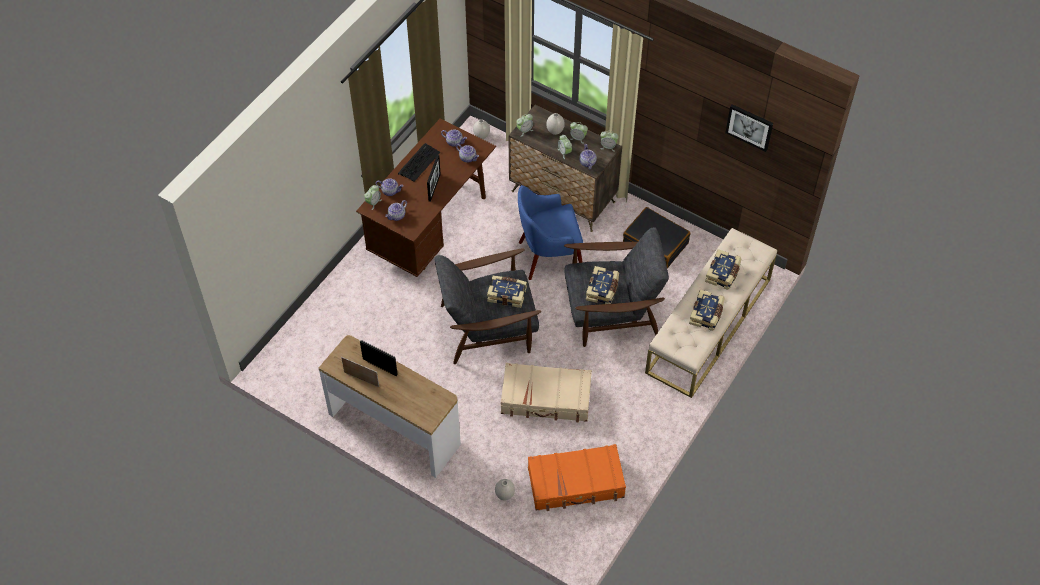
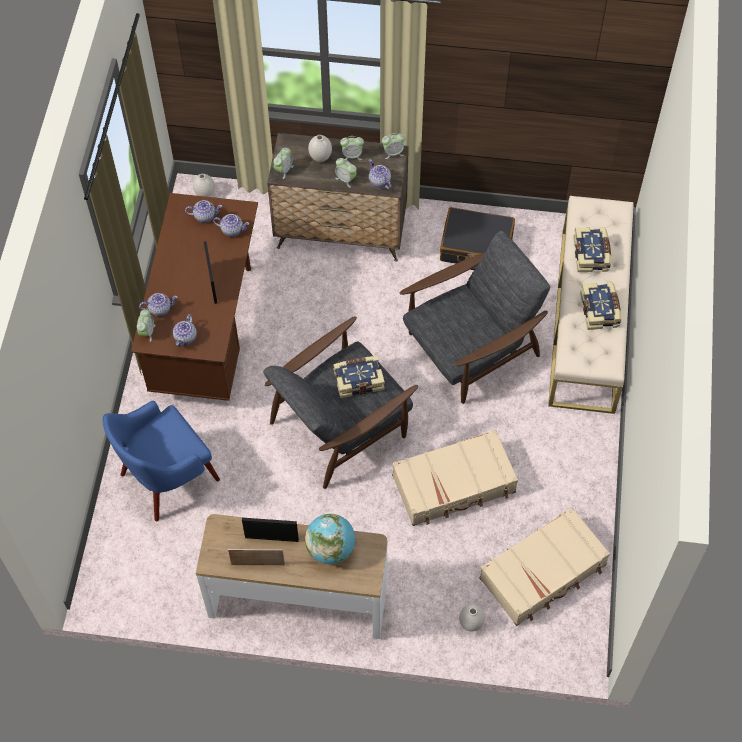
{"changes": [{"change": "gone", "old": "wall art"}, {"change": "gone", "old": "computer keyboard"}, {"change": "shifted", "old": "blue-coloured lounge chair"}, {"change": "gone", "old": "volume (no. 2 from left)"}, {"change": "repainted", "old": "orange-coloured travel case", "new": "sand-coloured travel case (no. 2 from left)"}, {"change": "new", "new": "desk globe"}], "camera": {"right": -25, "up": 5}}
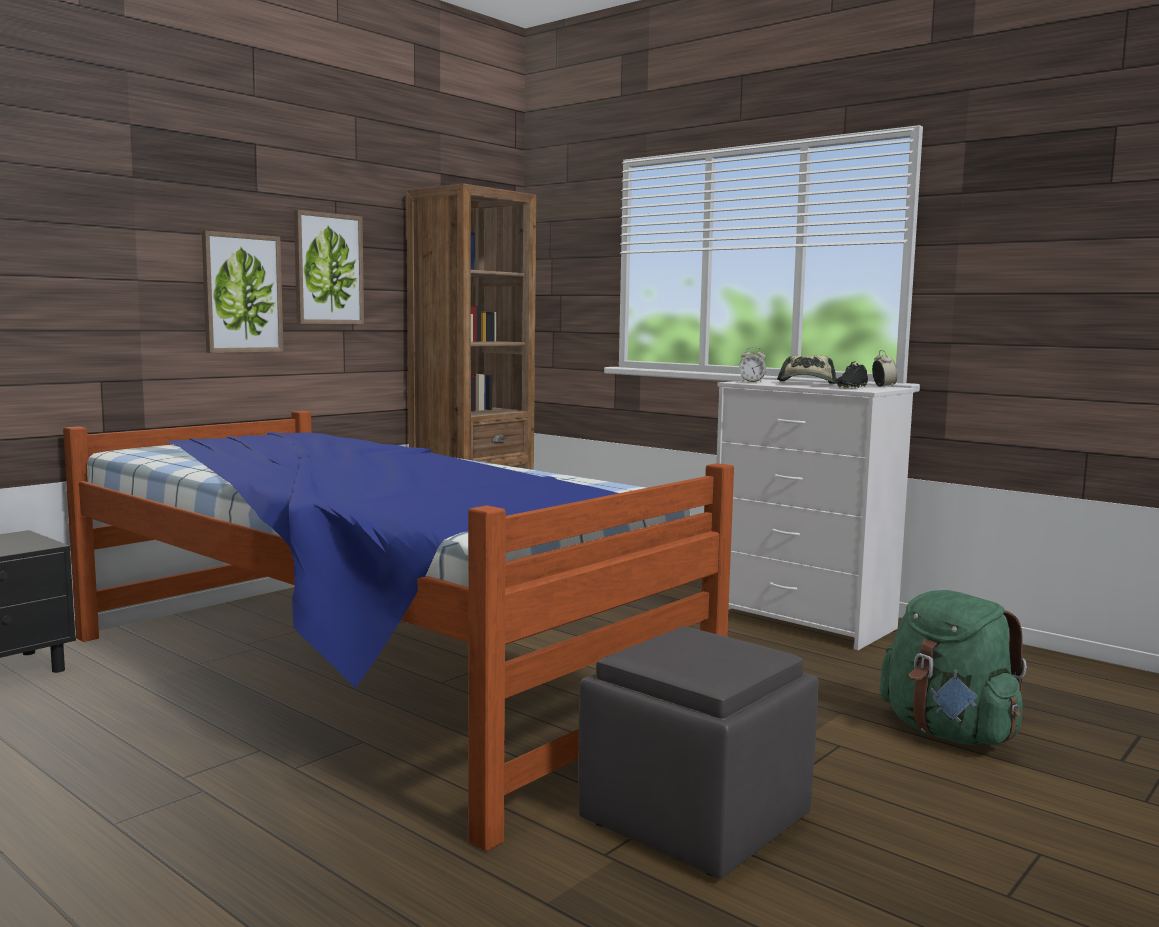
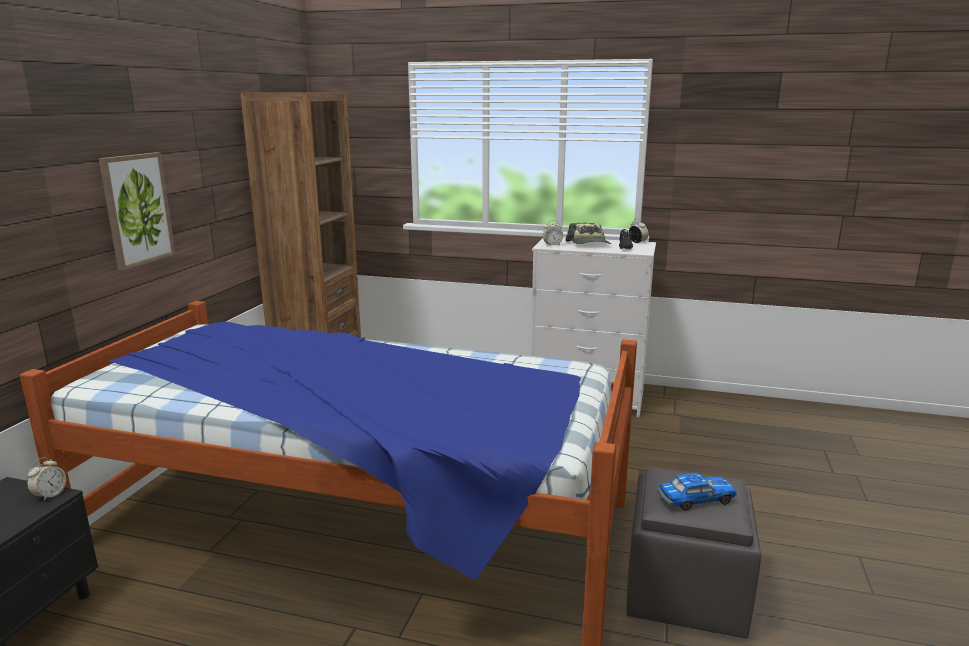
{"changes": [{"change": "gone", "old": "wall art (no. 2 from left)"}, {"change": "gone", "old": "green-coloured knapsack"}, {"change": "new", "new": "alarm clock (no. 1 from left)"}, {"change": "new", "new": "model car"}], "camera": {"right": -25, "up": 10}}
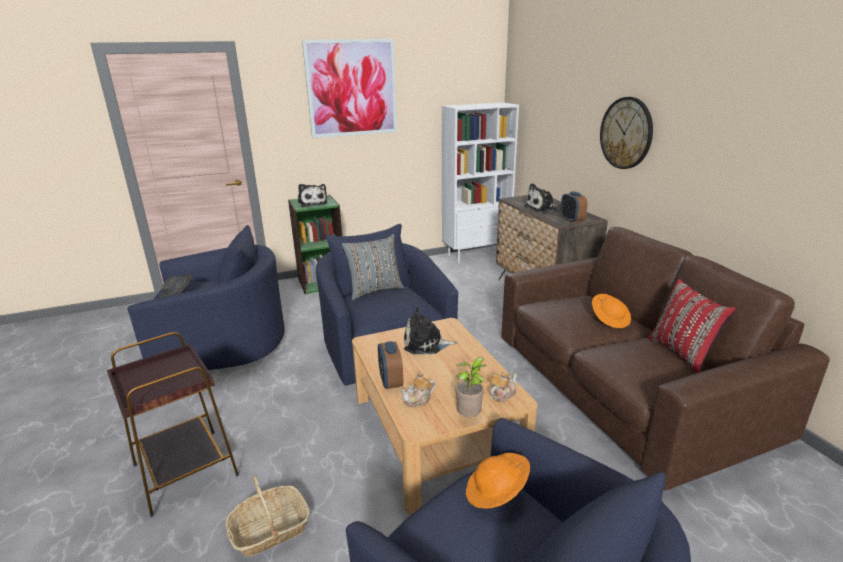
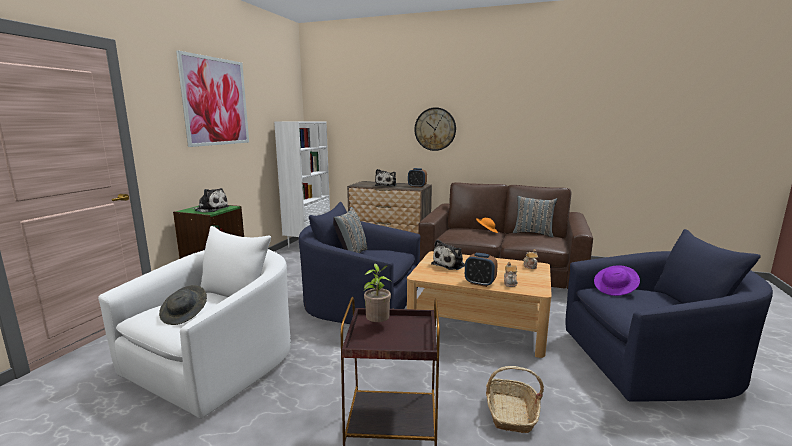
{"changes": [{"change": "repainted", "old": "blue-coloured lounge chair (no. 1 from left)", "new": "white-coloured lounge chair"}, {"change": "repainted", "old": "reddish pillow", "new": "grey pillow (no. 2 from left)"}, {"change": "shifted", "old": "potted plant"}, {"change": "repainted", "old": "orange-coloured wearable hat (no. 1 from left)", "new": "purple wearable hat"}], "camera": {"right": -50, "up": -10}}
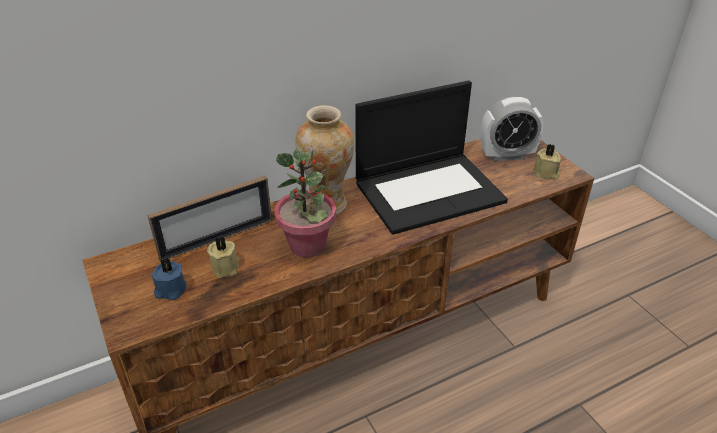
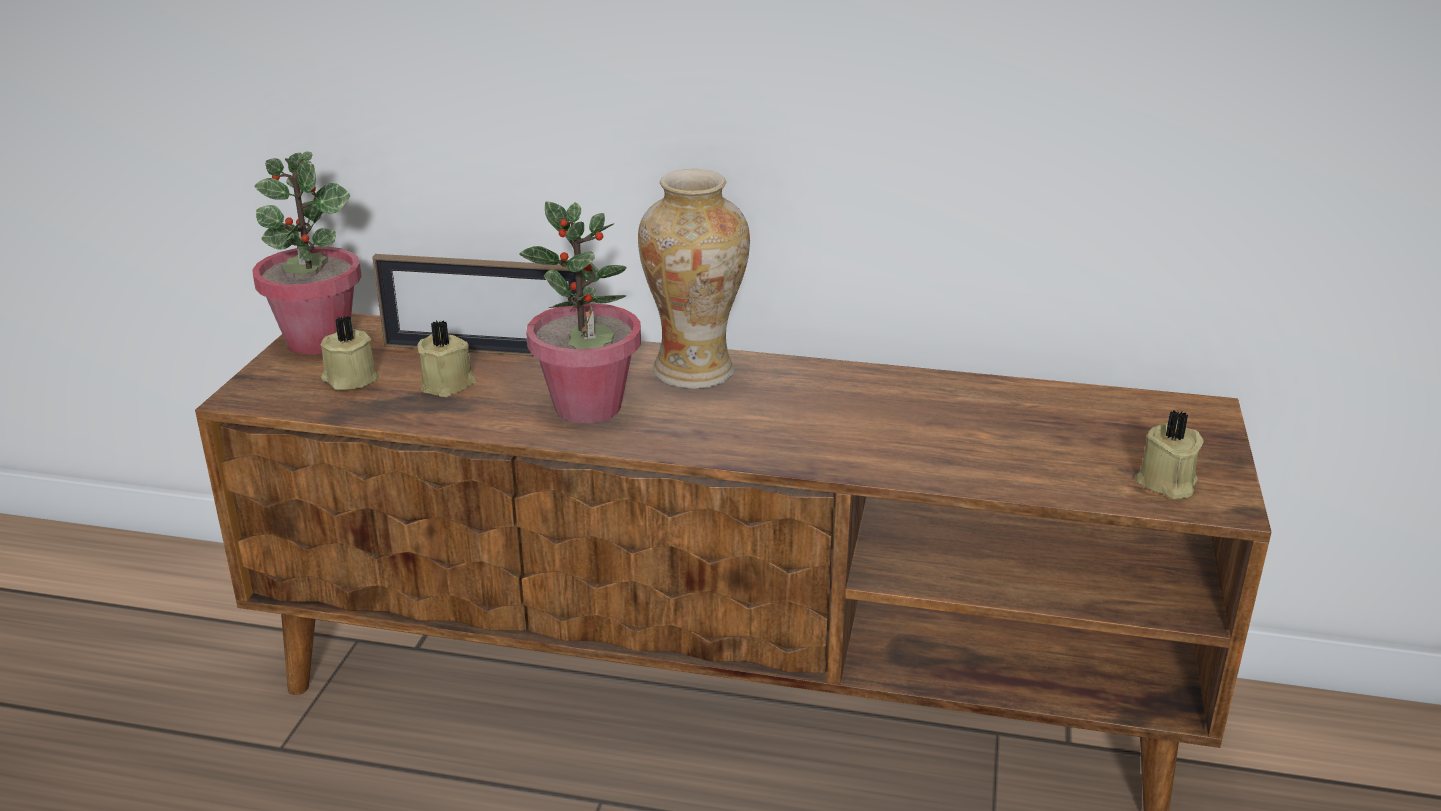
{"changes": [{"change": "gone", "old": "laptop"}, {"change": "gone", "old": "alarm clock"}, {"change": "repainted", "old": "blue-coloured wax light", "new": "sand-coloured wax light (no. 1 from left)"}, {"change": "new", "new": "potted plant (no. 1 from left)"}], "camera": {"right": 40, "up": -10}}
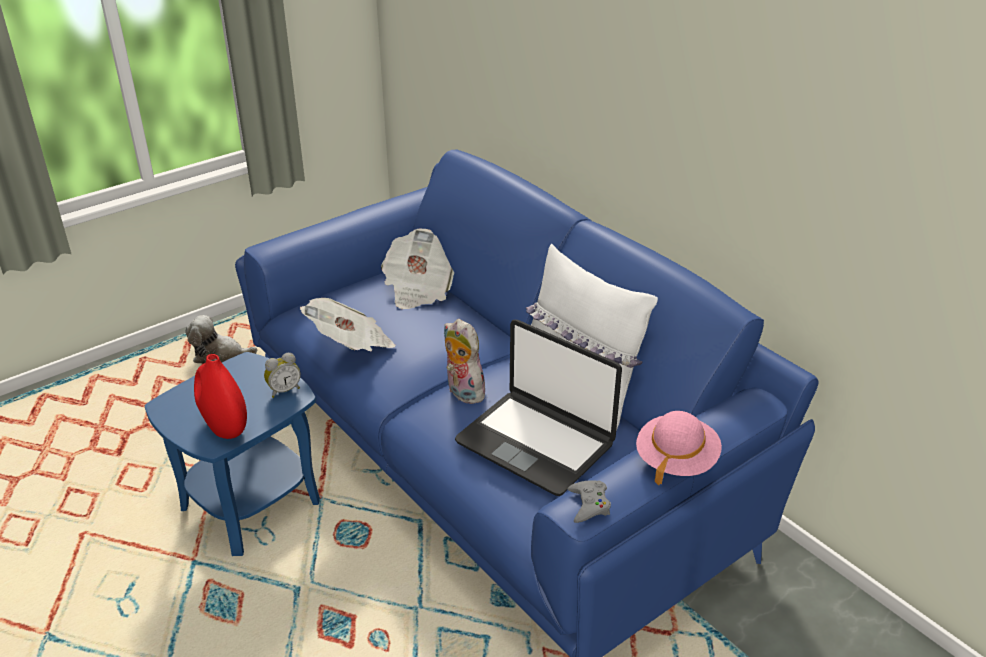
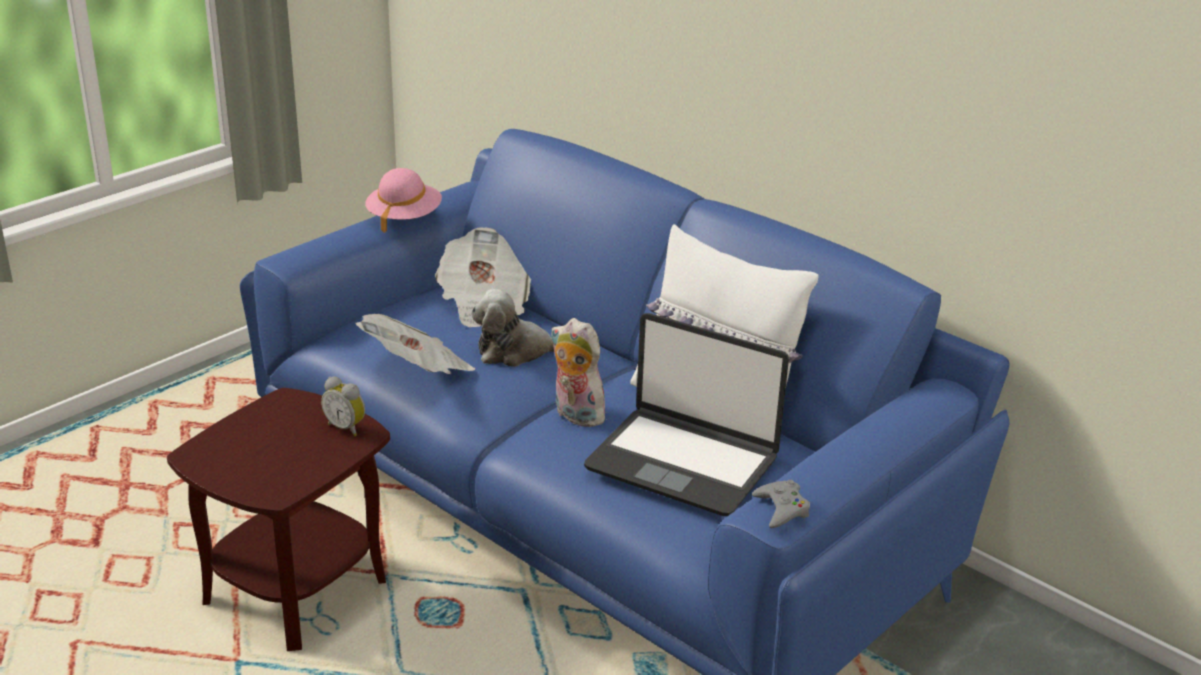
{"changes": [{"change": "shifted", "old": "plush toy (no. 1 from left)"}, {"change": "repainted", "old": "blue-coloured accent table", "new": "brownish accent table"}, {"change": "rotated", "old": "alarm clock", "degrees": 75}, {"change": "gone", "old": "reddish decorative vase"}, {"change": "shifted", "old": "pinkish wearable hat"}], "camera": {"right": -10, "up": -5}}
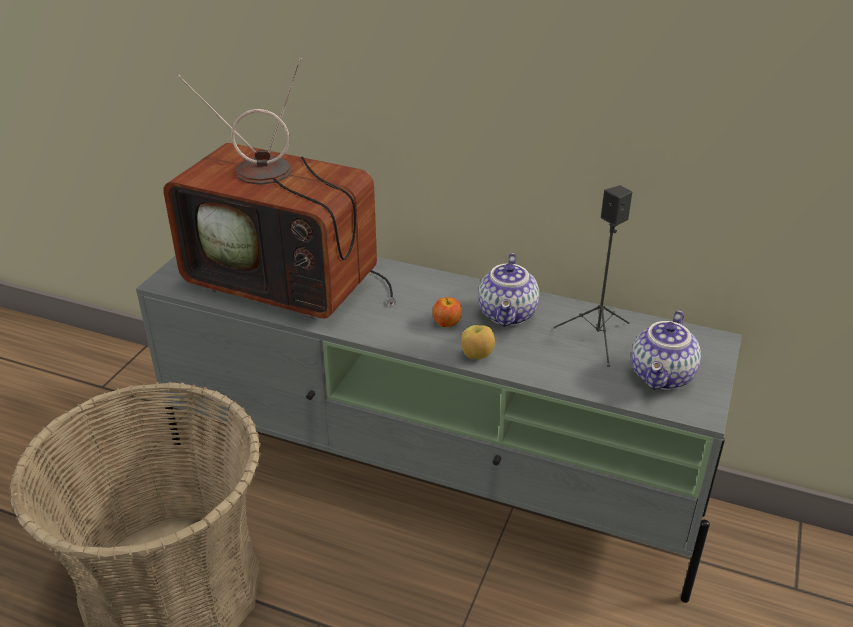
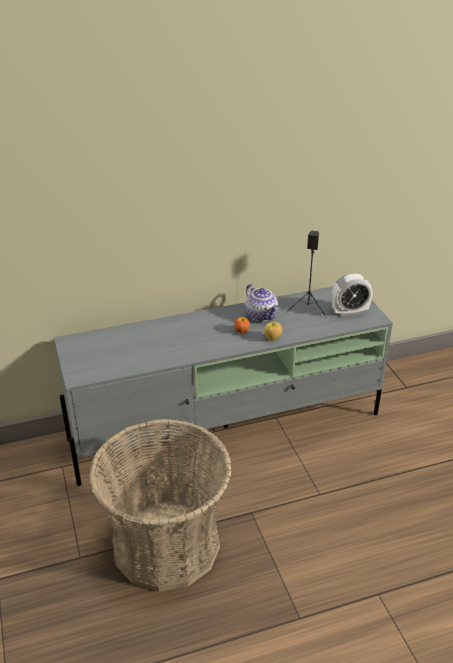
{"changes": [{"change": "gone", "old": "TV"}, {"change": "swapped", "old": "pot for tea (no. 2 from left)", "new": "alarm clock"}], "camera": {"right": -40, "up": 0}}
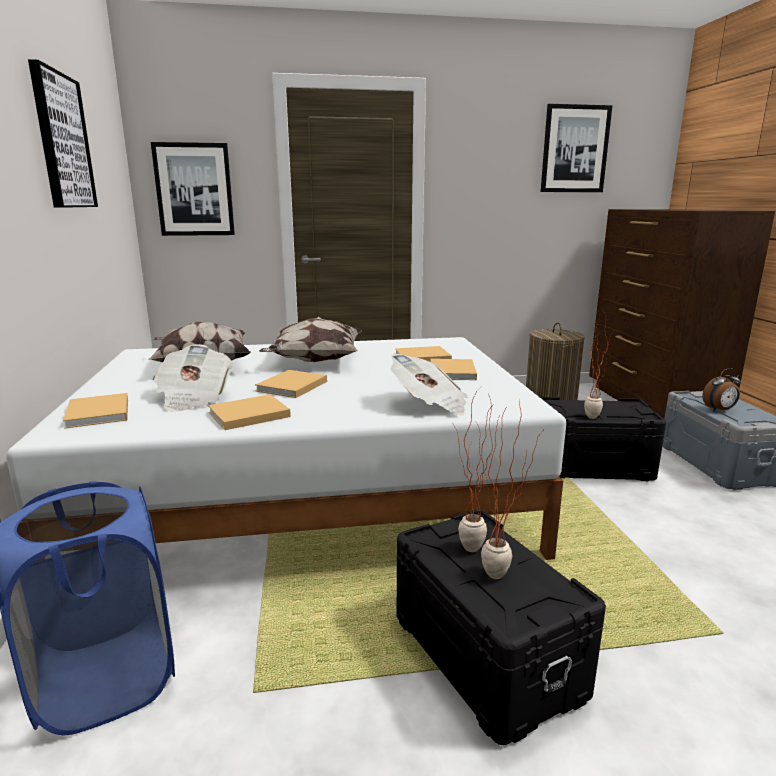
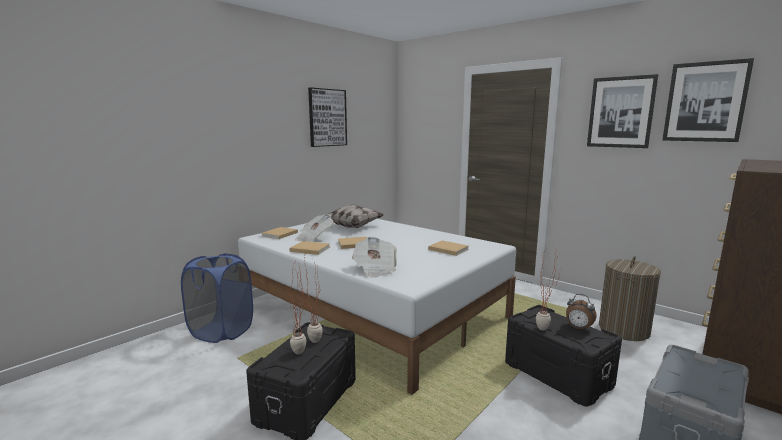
{"changes": [{"change": "shifted", "old": "wall art (no. 2 from left)"}, {"change": "gone", "old": "pillow (no. 2 from left)"}, {"change": "gone", "old": "sand-coloured volume (no. 5 from left)"}, {"change": "shifted", "old": "alarm clock"}], "camera": {"right": 50, "up": -5}}
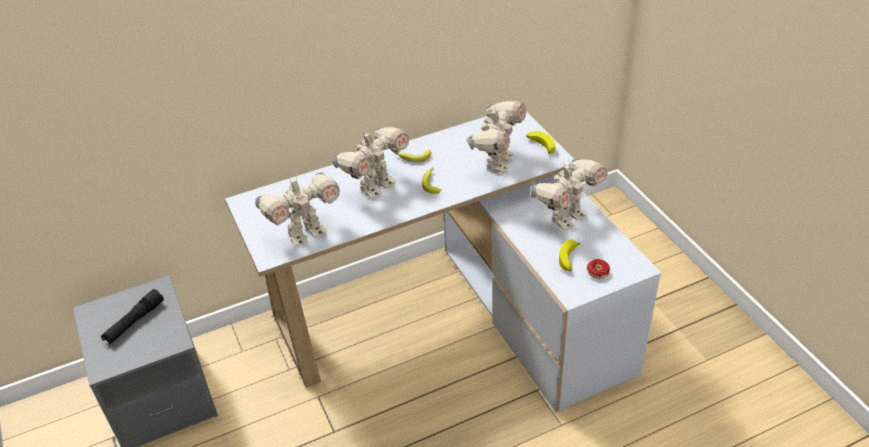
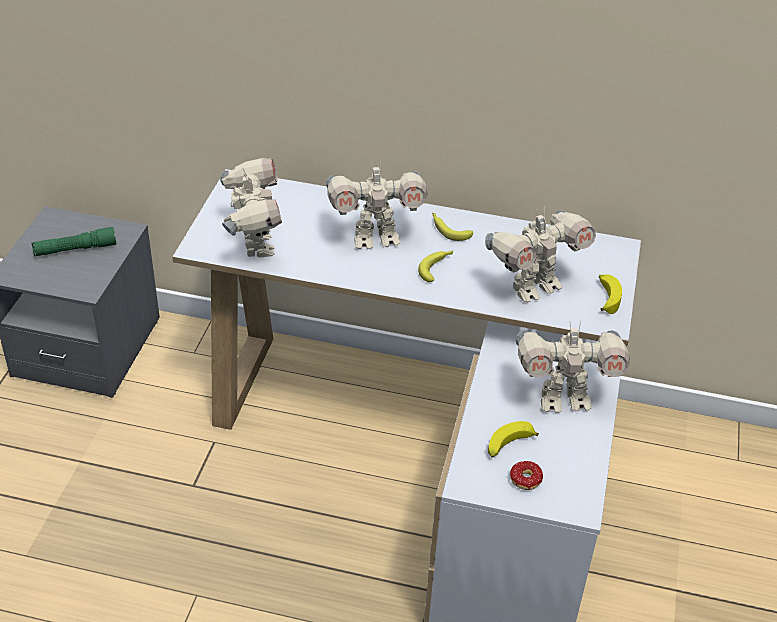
{"changes": [{"change": "rotated", "old": "toy robot (no. 1 from left)", "degrees": -105}, {"change": "repainted", "old": "black-coloured flashlight", "new": "green-coloured flashlight"}], "camera": {"right": 35, "up": 0}}
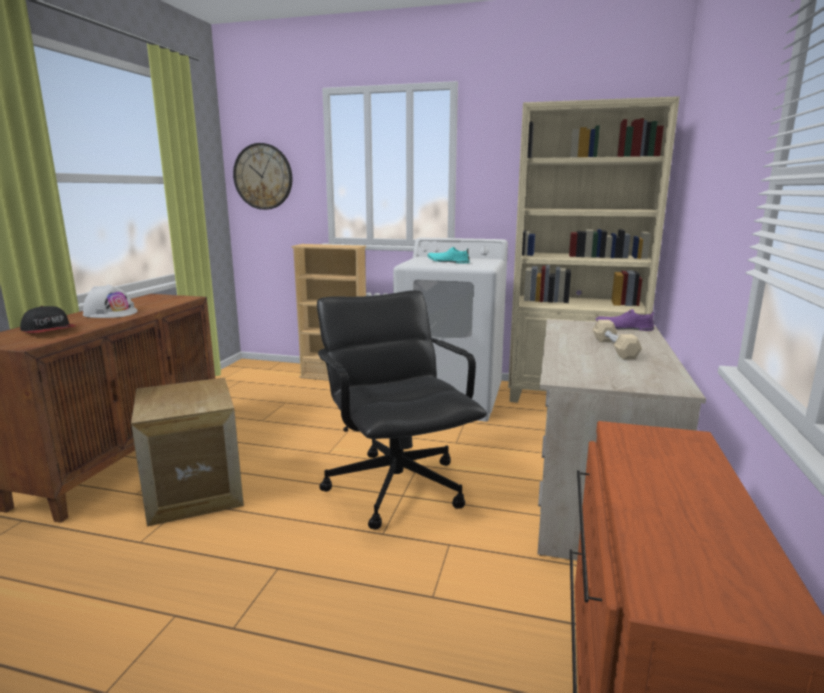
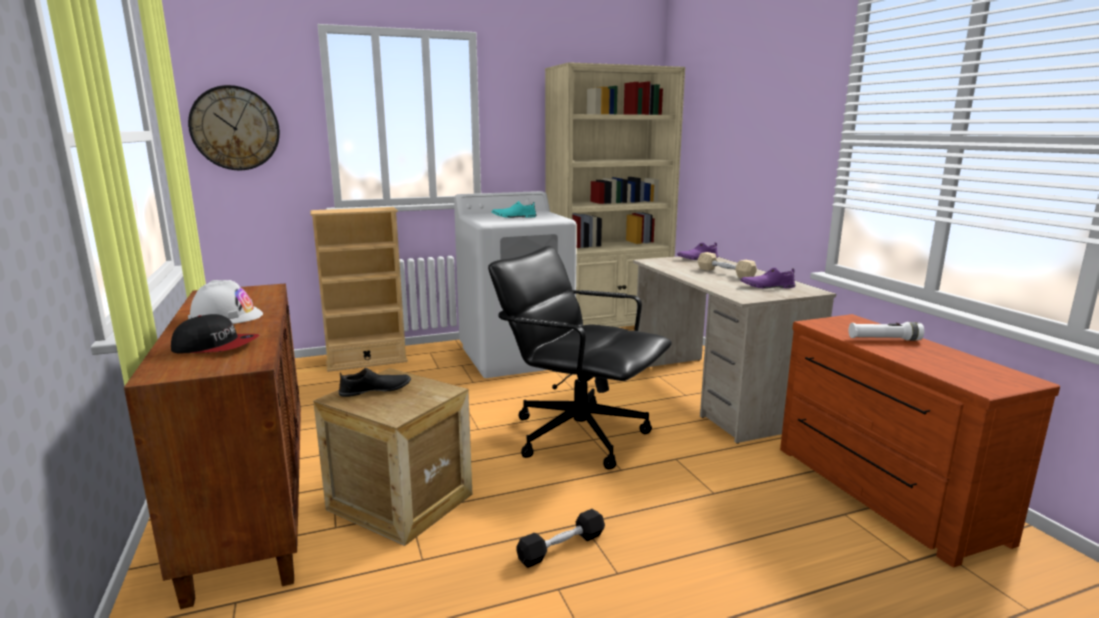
{"changes": [{"change": "new", "new": "purple item of footwear (no. 2 from left)"}, {"change": "new", "new": "white-coloured flashlight"}, {"change": "new", "new": "black-coloured item of footwear"}, {"change": "new", "new": "black-coloured dumbbell"}], "camera": {"right": -35, "up": 0}}
